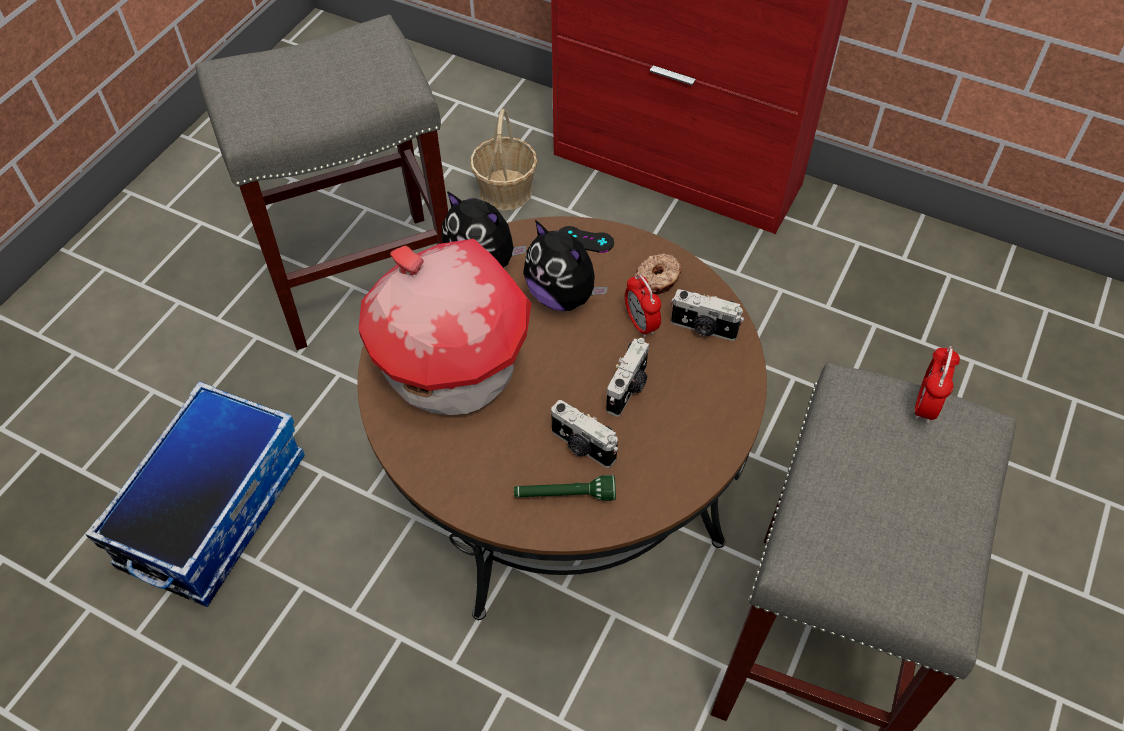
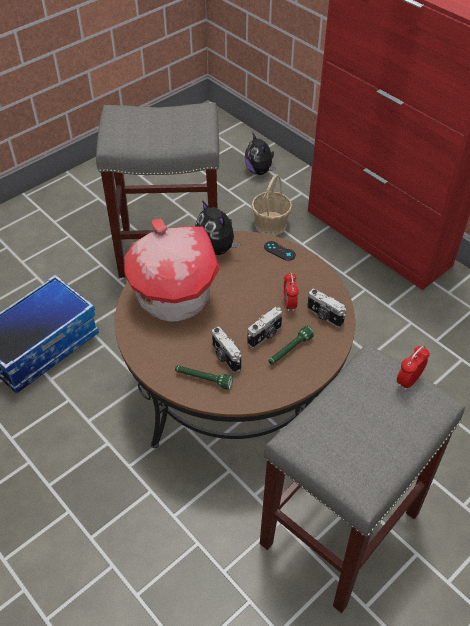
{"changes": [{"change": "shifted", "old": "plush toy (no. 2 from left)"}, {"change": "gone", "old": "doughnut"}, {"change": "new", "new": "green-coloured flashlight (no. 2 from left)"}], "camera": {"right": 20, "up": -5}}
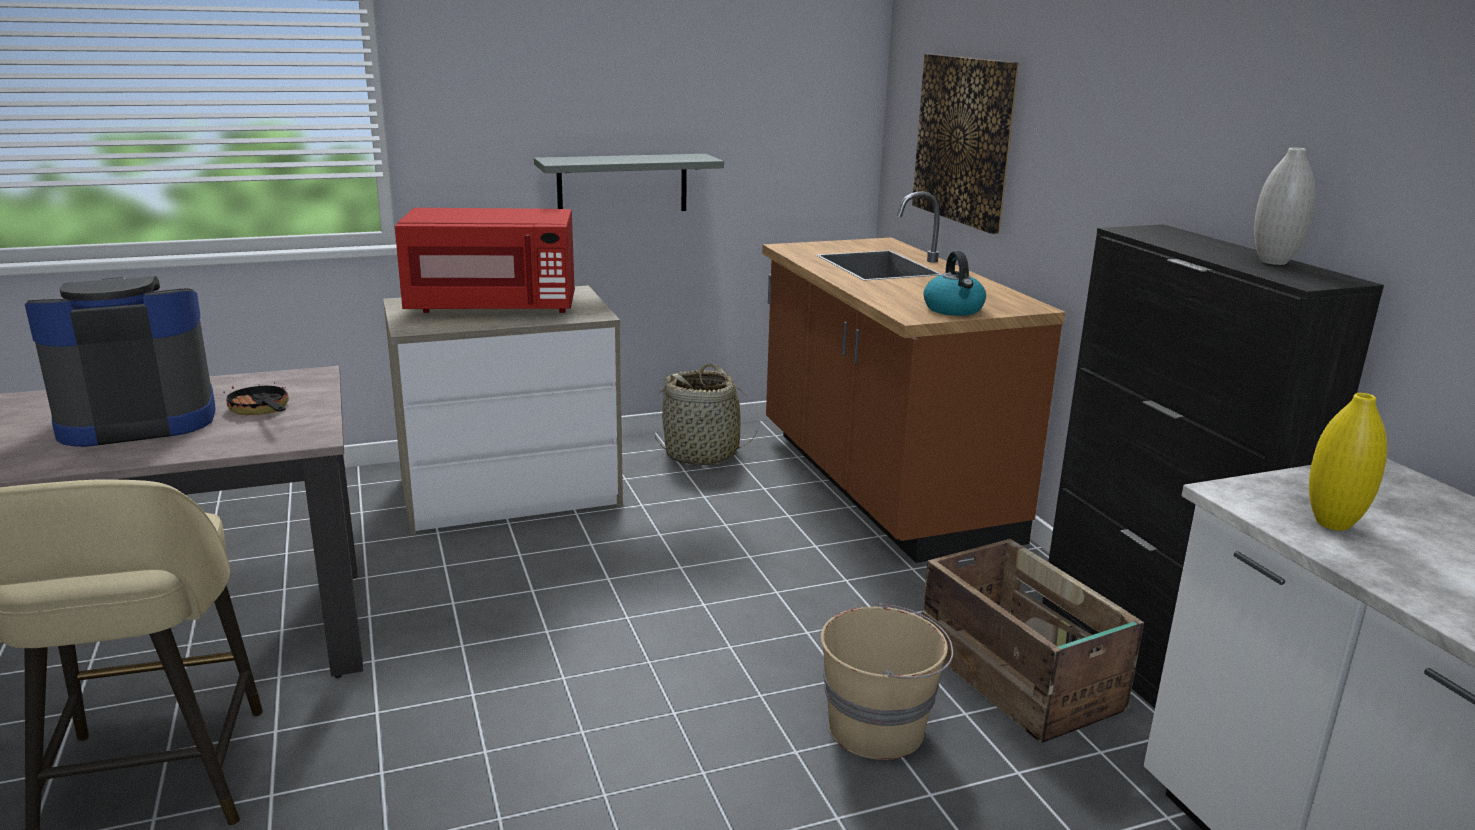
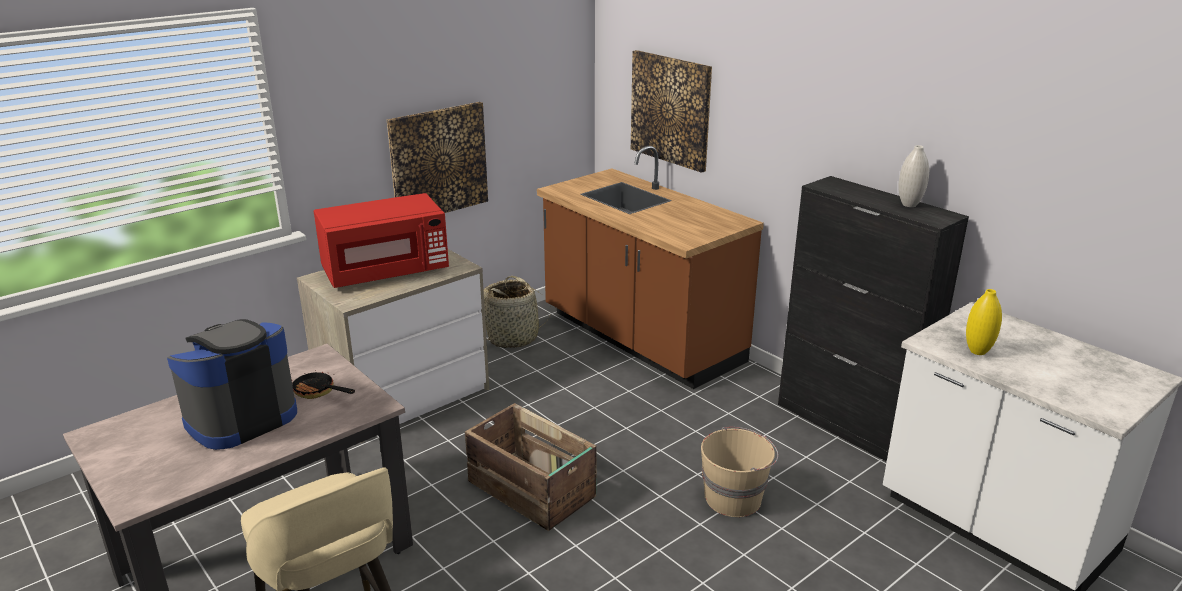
{"changes": [{"change": "swapped", "old": "grey bracket shelf", "new": "wall art (no. 1 from left)"}, {"change": "gone", "old": "tea kettle"}, {"change": "shifted", "old": "packing crate"}], "camera": {"right": -20, "up": 5}}
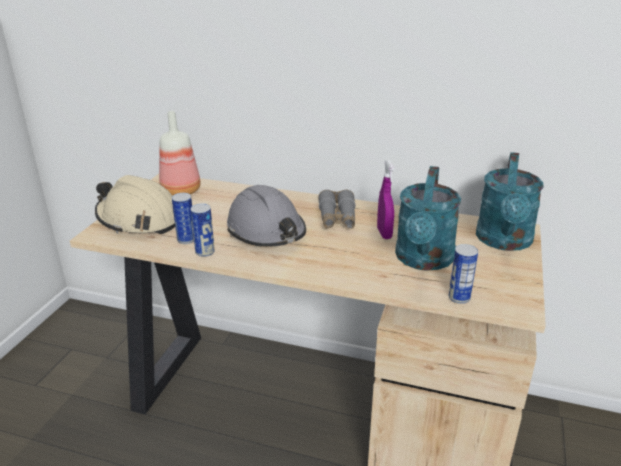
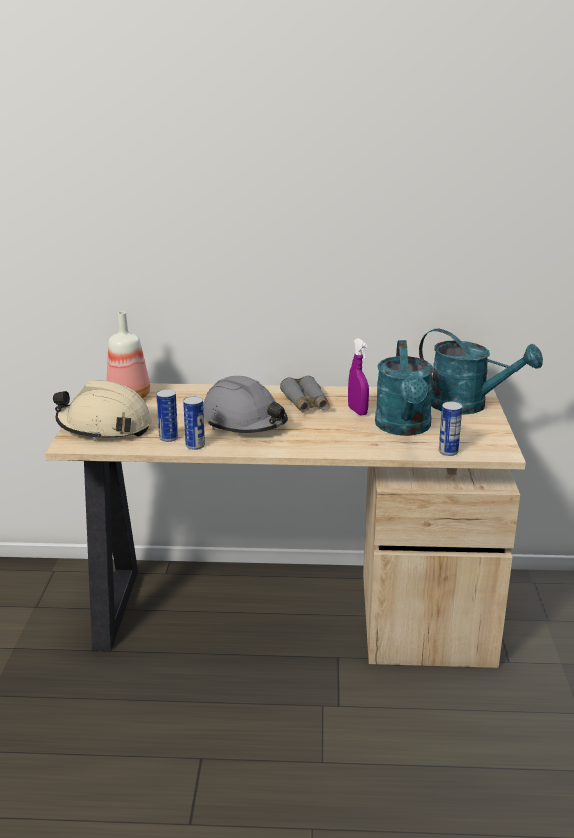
{"changes": [{"change": "rotated", "old": "blue-green watering can (no. 2 from left)", "degrees": -60}], "camera": {"right": -15, "up": -5}}
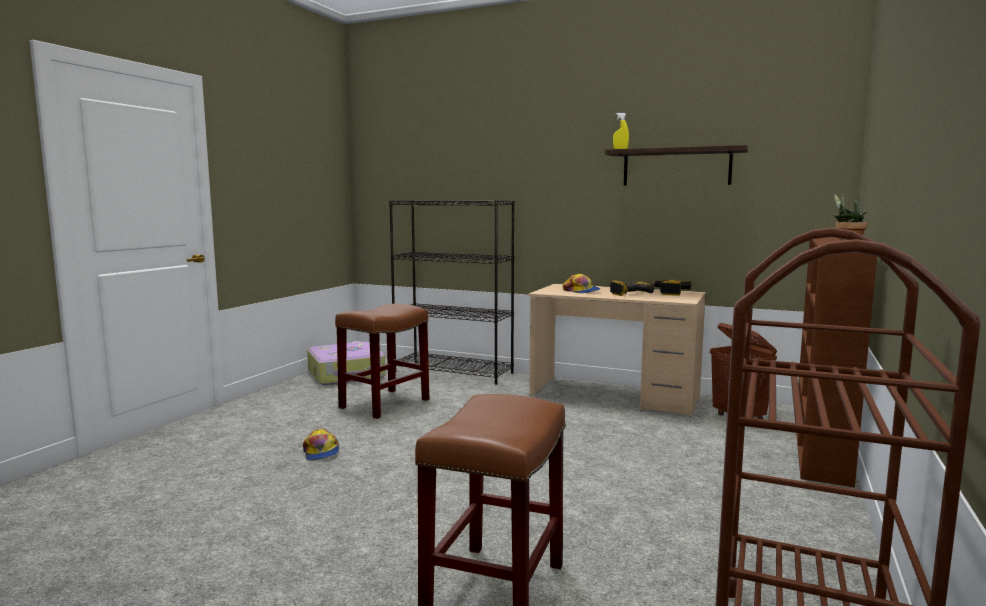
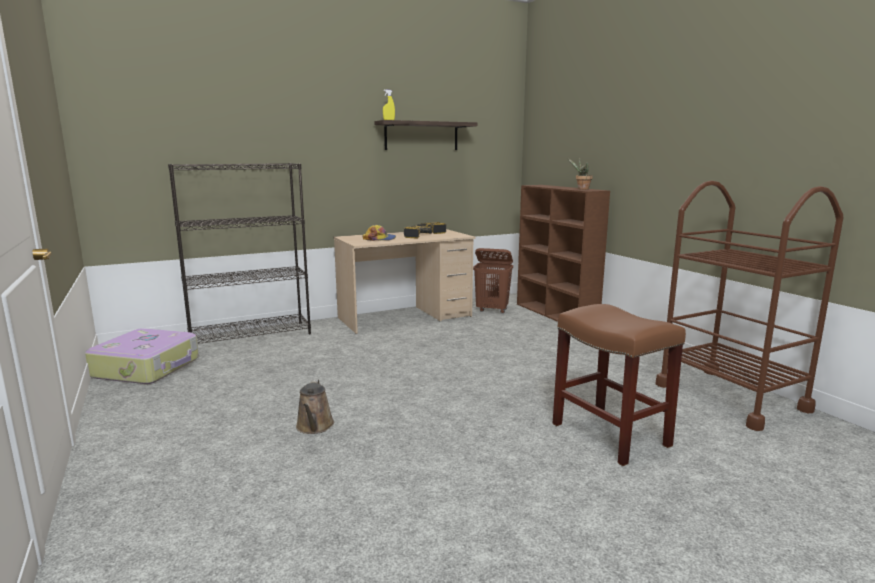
{"changes": [{"change": "gone", "old": "brownish sitting stool (no. 1 from left)"}, {"change": "swapped", "old": "baseball cap (no. 1 from left)", "new": "brownish watering can"}], "camera": {"right": -50, "up": 5}}
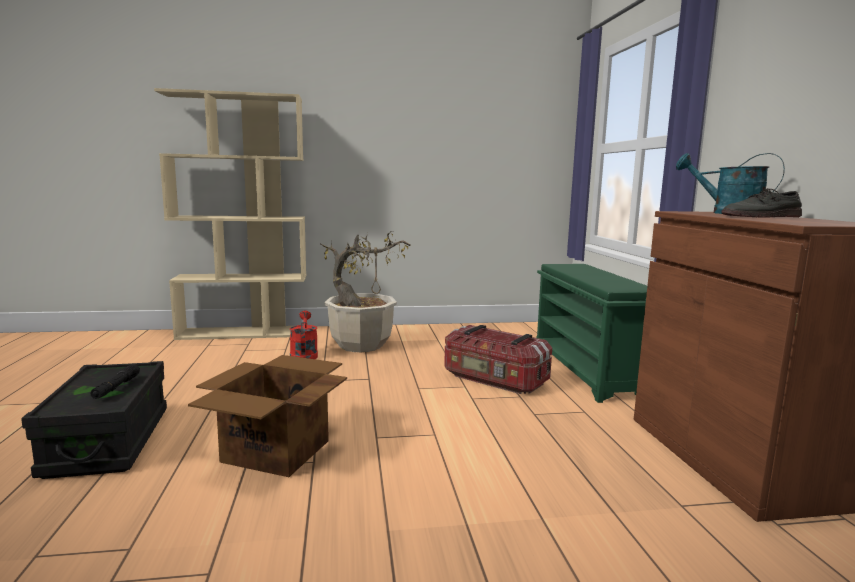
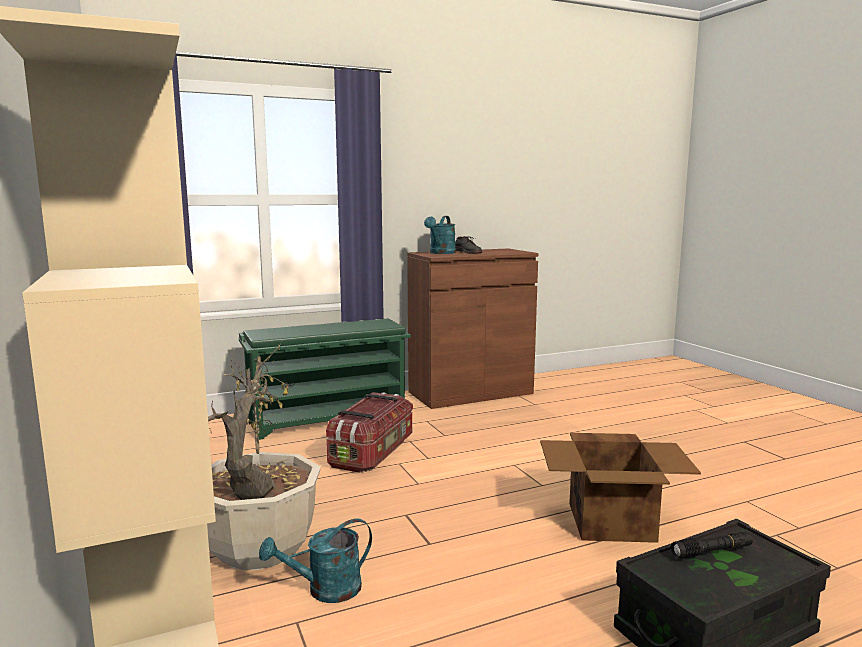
{"changes": [{"change": "repainted", "old": "reddish watering can", "new": "blue-green watering can (no. 1 from left)"}], "camera": {"right": -105, "up": 0}}
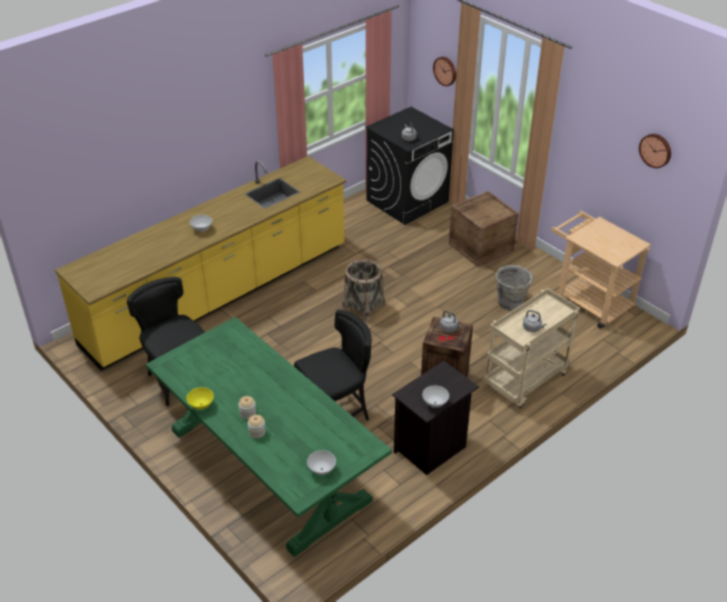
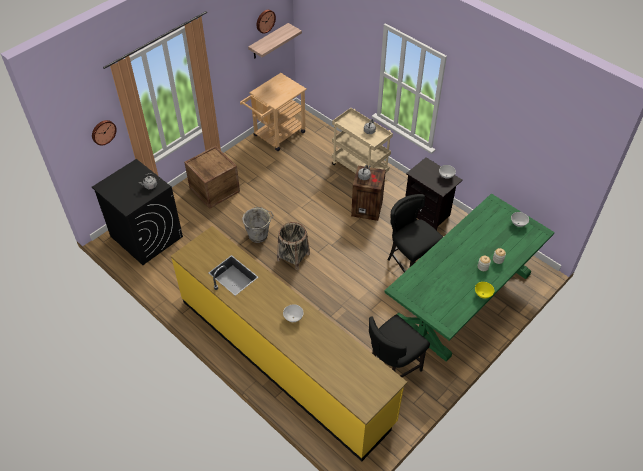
{"changes": [{"change": "shifted", "old": "grey bucket"}, {"change": "new", "new": "bracket shelf"}], "camera": {"right": -95, "up": 10}}
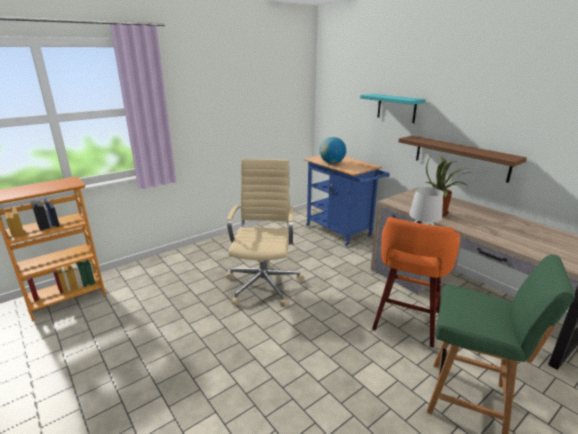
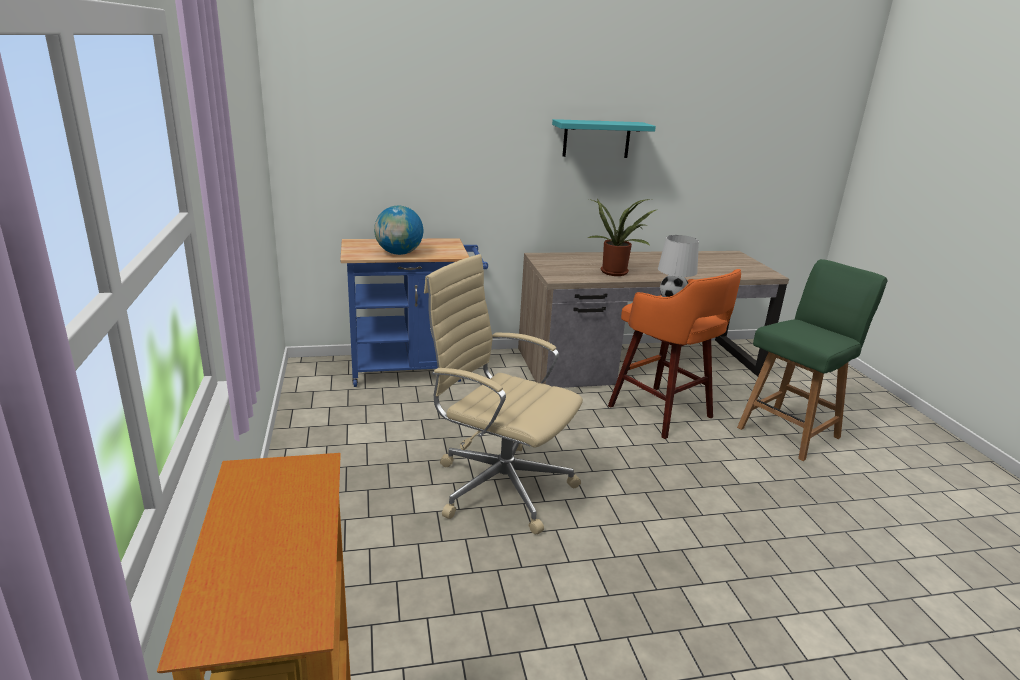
{"changes": [{"change": "shifted", "old": "blue-green bracket shelf"}, {"change": "gone", "old": "brownish bracket shelf"}], "camera": {"right": -65, "up": 0}}
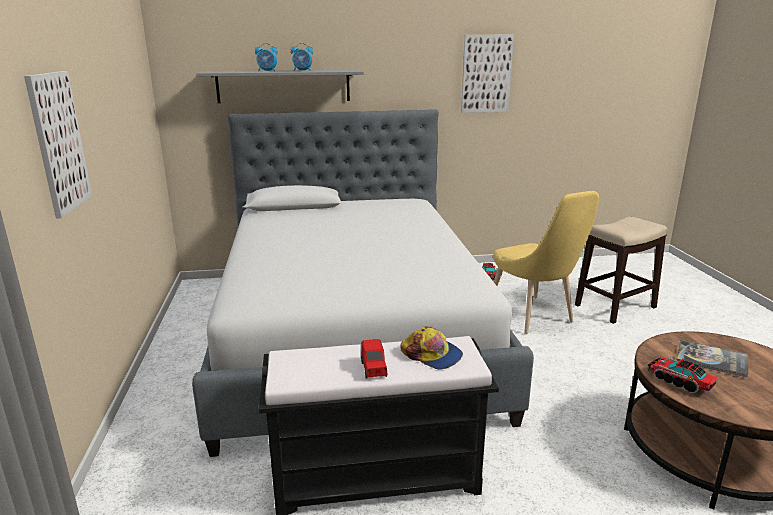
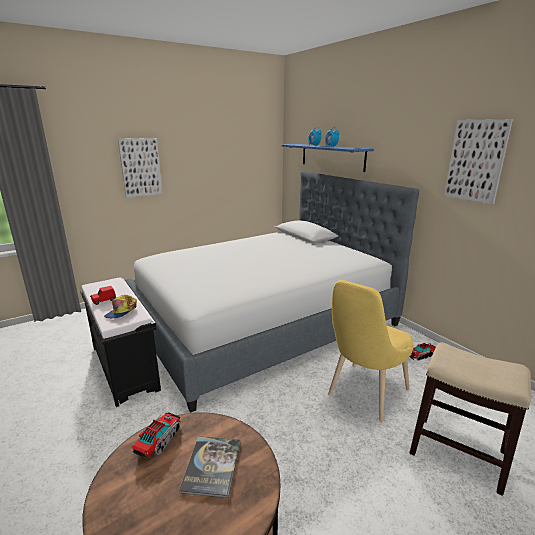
{"changes": [{"change": "repainted", "old": "grey bracket shelf", "new": "blue-coloured bracket shelf"}], "camera": {"right": 65, "up": 0}}
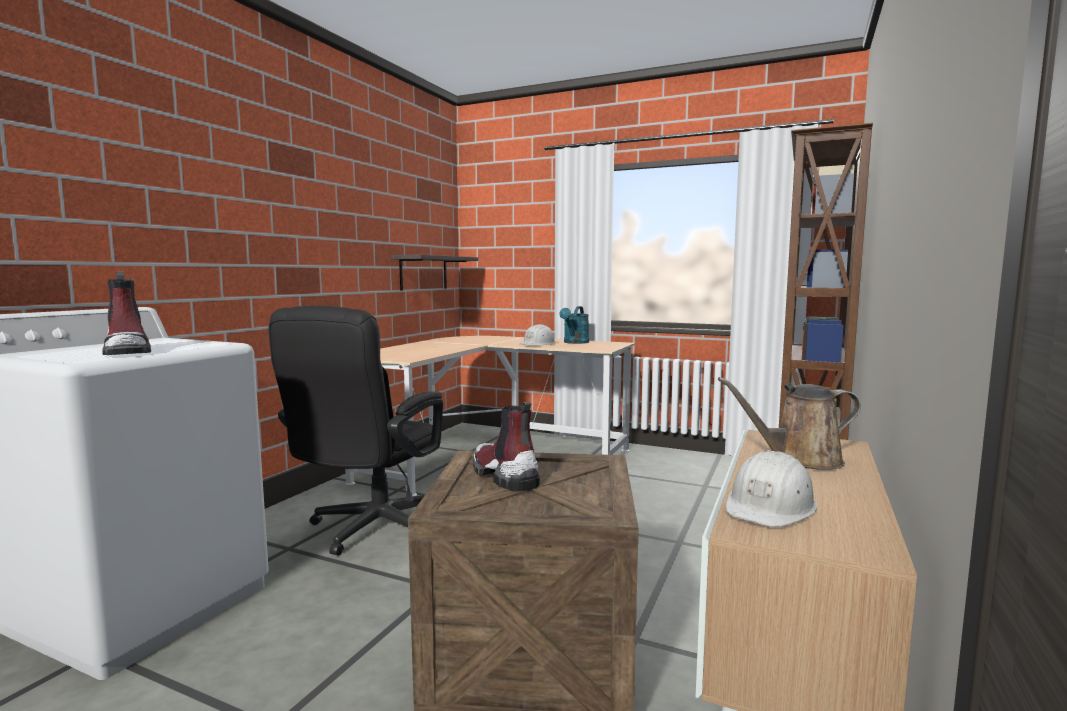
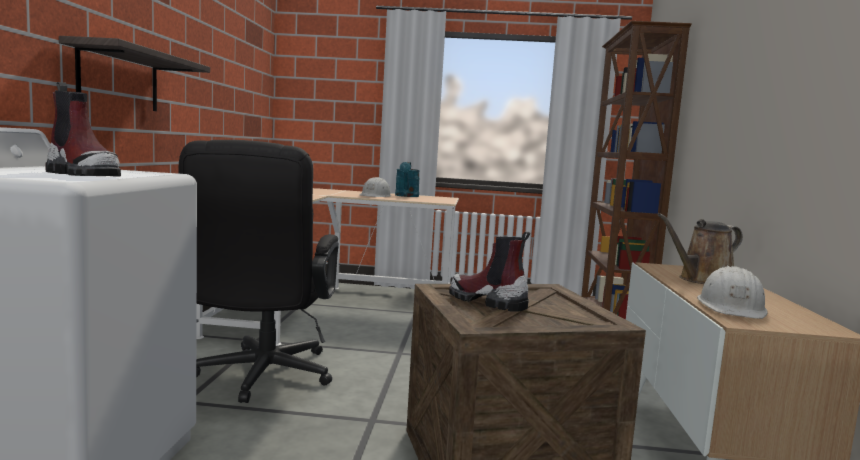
{"changes": [{"change": "shifted", "old": "bracket shelf"}], "camera": {"right": -20, "up": 0}}
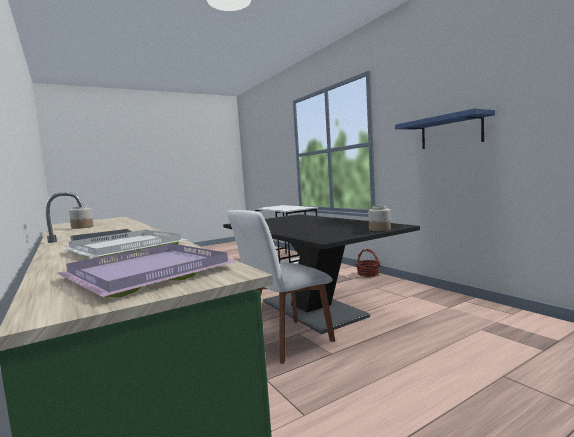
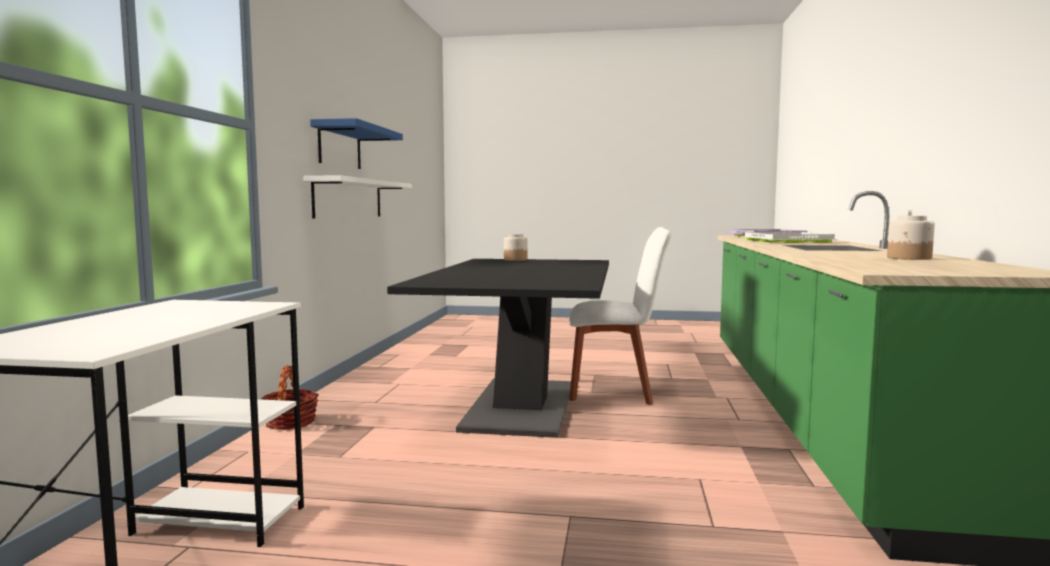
{"changes": [{"change": "new", "new": "white-coloured bracket shelf"}], "camera": {"right": -140, "up": 0}}
